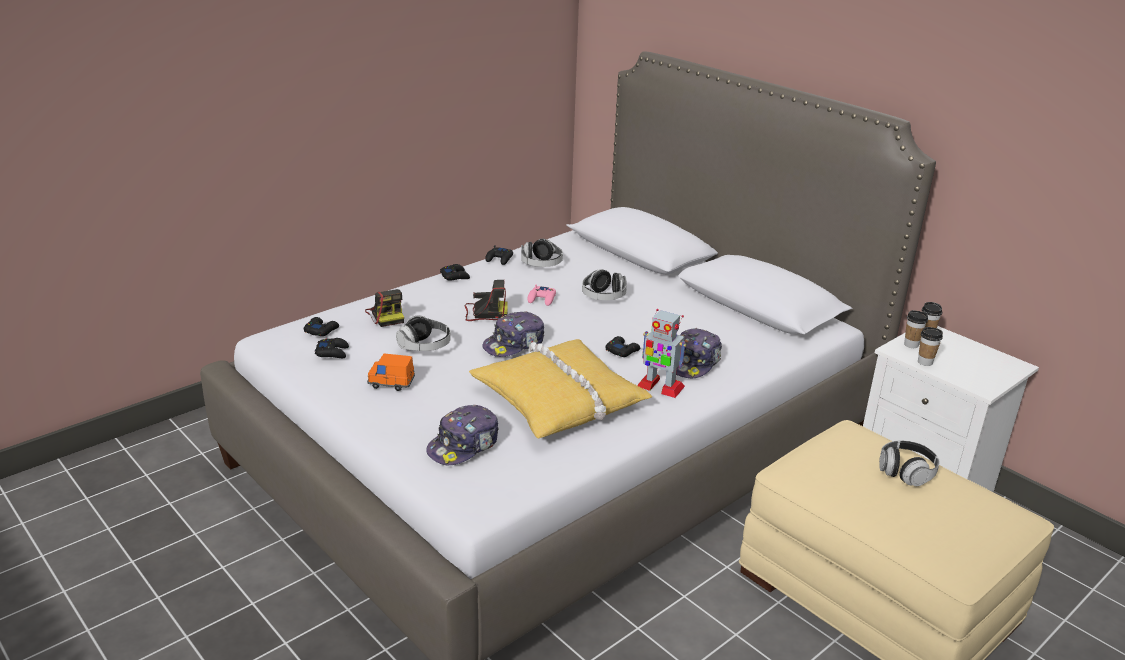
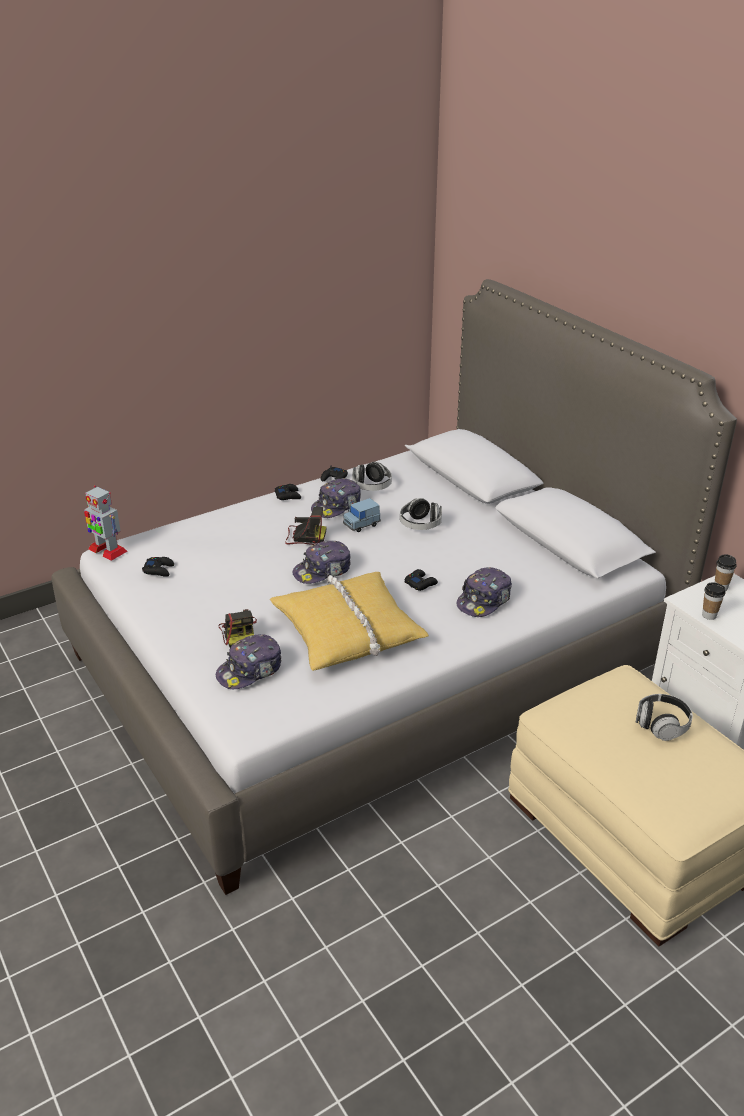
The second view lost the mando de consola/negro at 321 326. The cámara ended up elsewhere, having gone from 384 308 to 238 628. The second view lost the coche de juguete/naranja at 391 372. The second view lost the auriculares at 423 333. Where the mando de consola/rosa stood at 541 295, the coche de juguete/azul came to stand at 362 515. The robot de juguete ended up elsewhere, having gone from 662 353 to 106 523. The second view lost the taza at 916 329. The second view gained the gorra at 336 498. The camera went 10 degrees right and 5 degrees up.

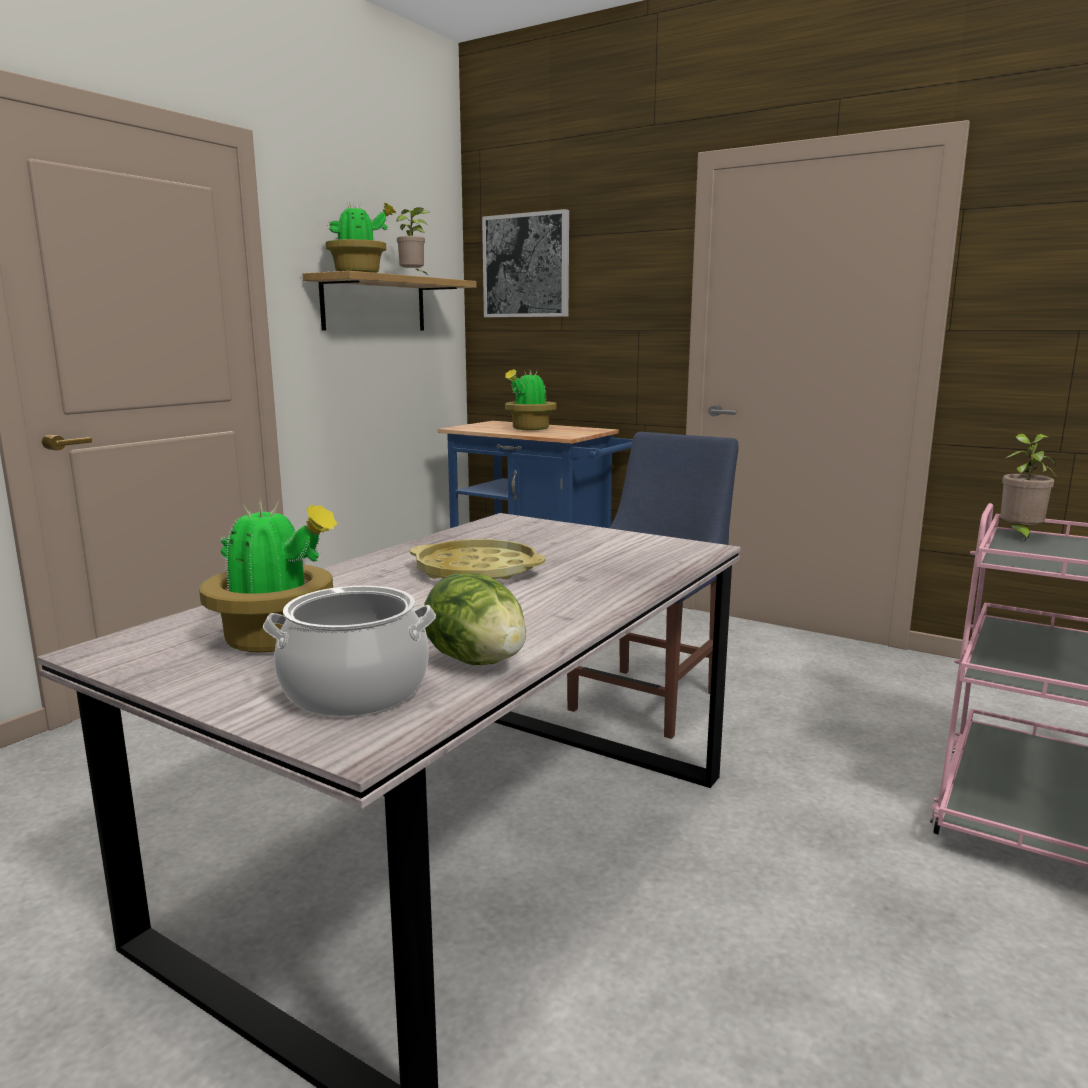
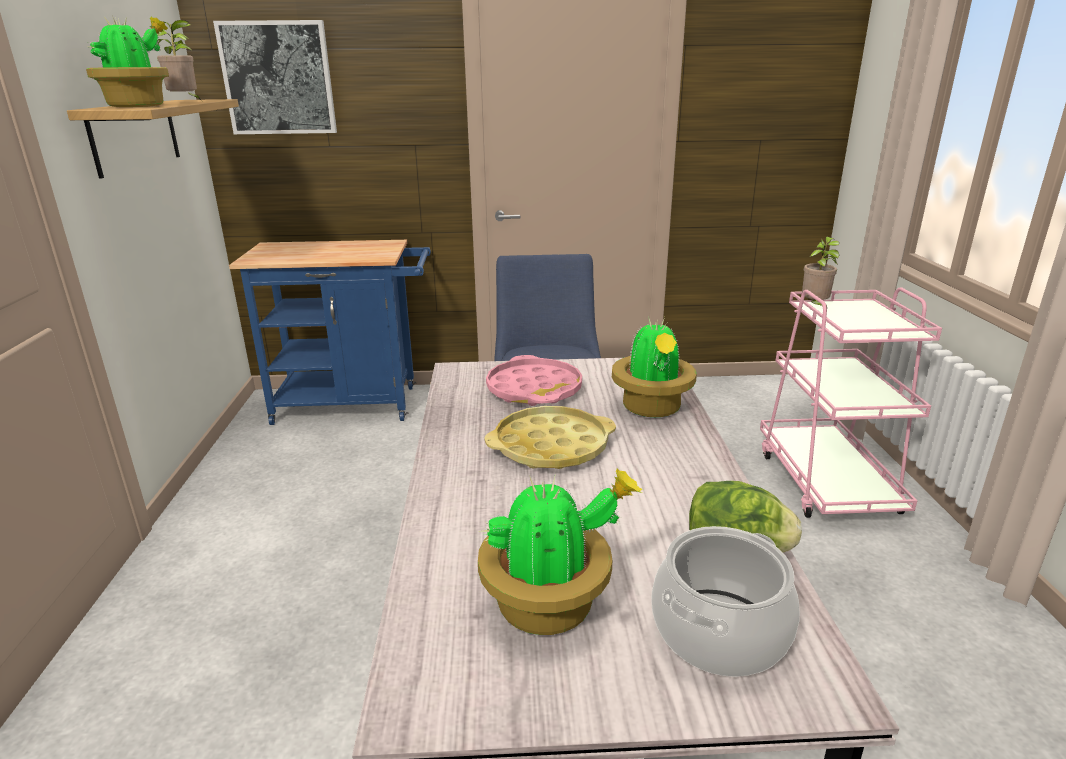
The planta en maceta ended up elsewhere, having gone from 531 399 to 654 366. The second view gained the bandeja/rosa at 534 380. The camera went 35 degrees left and 10 degrees up.

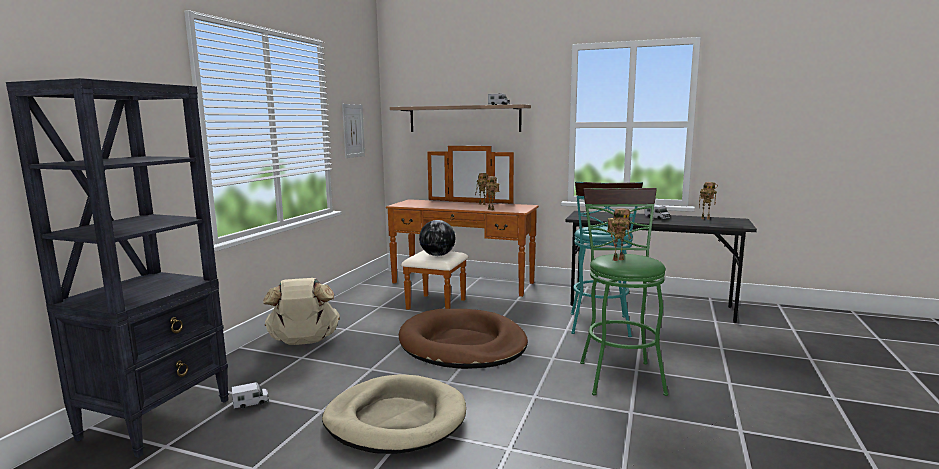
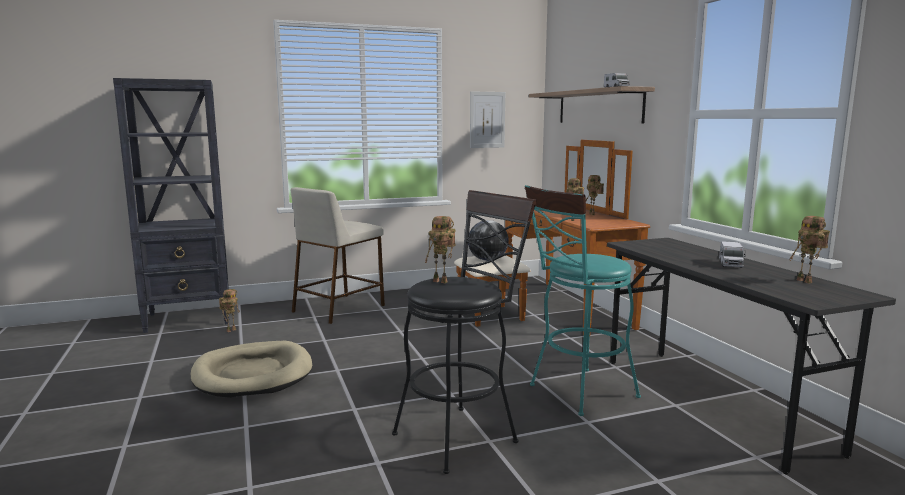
Where the camión de juguete stood at 250 395, the robot de juguete came to stand at 229 310. Where the mochila/beis stood at 301 311, the taburete/beis came to stand at 338 255. The second view lost the cama para perro/marrón at 463 339. What was the taburete/verde at 624 292 turned into the taburete/negro at 464 332. The camera went 50 degrees right and 0 degrees up.

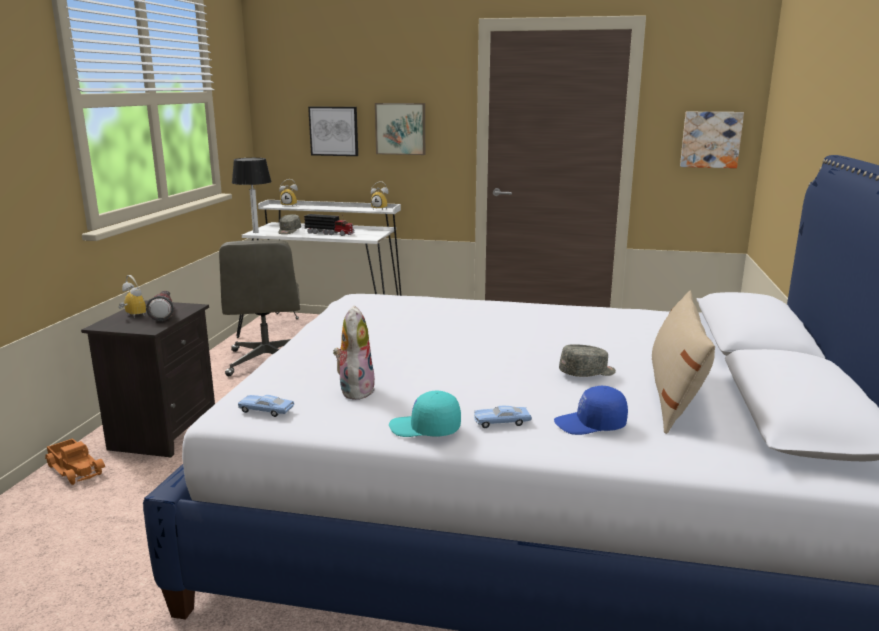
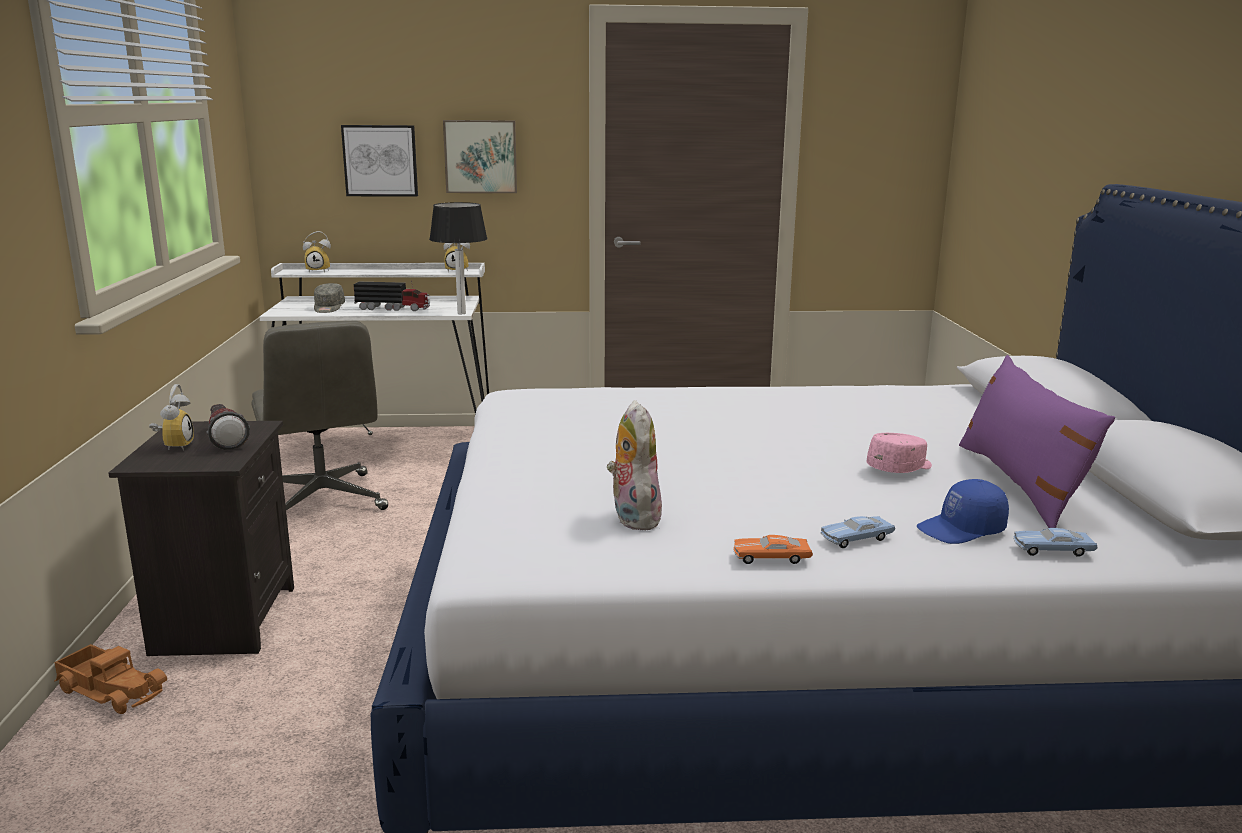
The despertador at 132 296 ended up facing another way, 60 degrees clockwise from before. The lámpara de mesa ended up elsewhere, having gone from 252 195 to 458 258. The coche de juguete/azul ended up elsewhere, having gone from 266 406 to 1055 542. Where the gorra/turquesa stood at 425 414, the coche de juguete/naranja came to stand at 773 549. What was the gorra/gris at 587 360 turned into the gorra/rosa at 899 453. What was the cojín/beis at 683 362 turned into the cojín/morado at 1037 441. The second view lost the cuadro at 712 140. The camera went 15 degrees left and 0 degrees up.

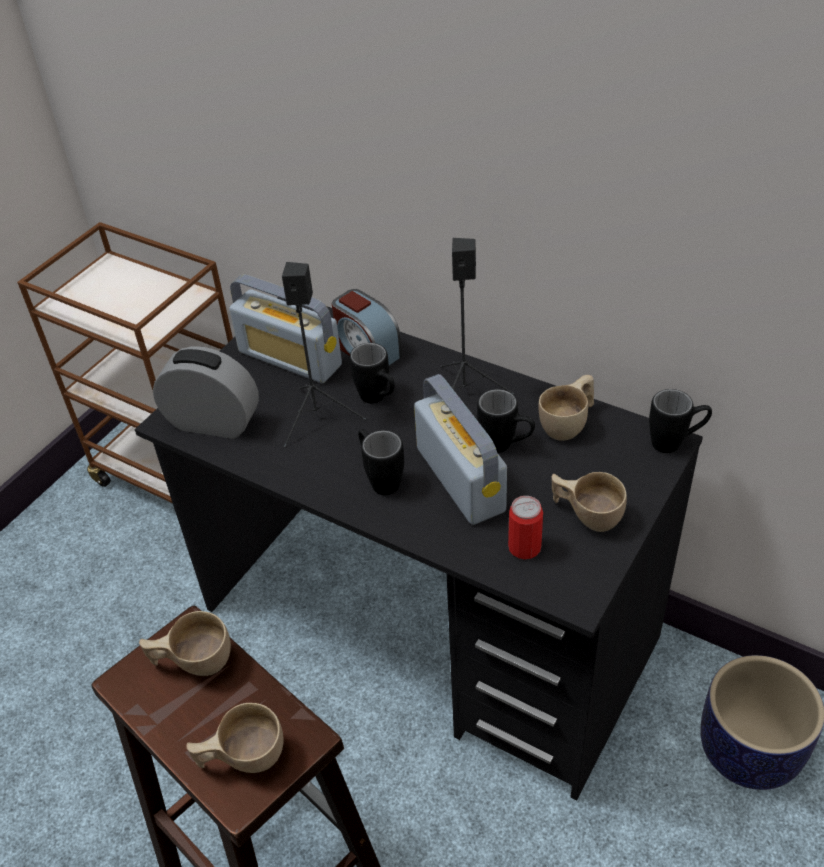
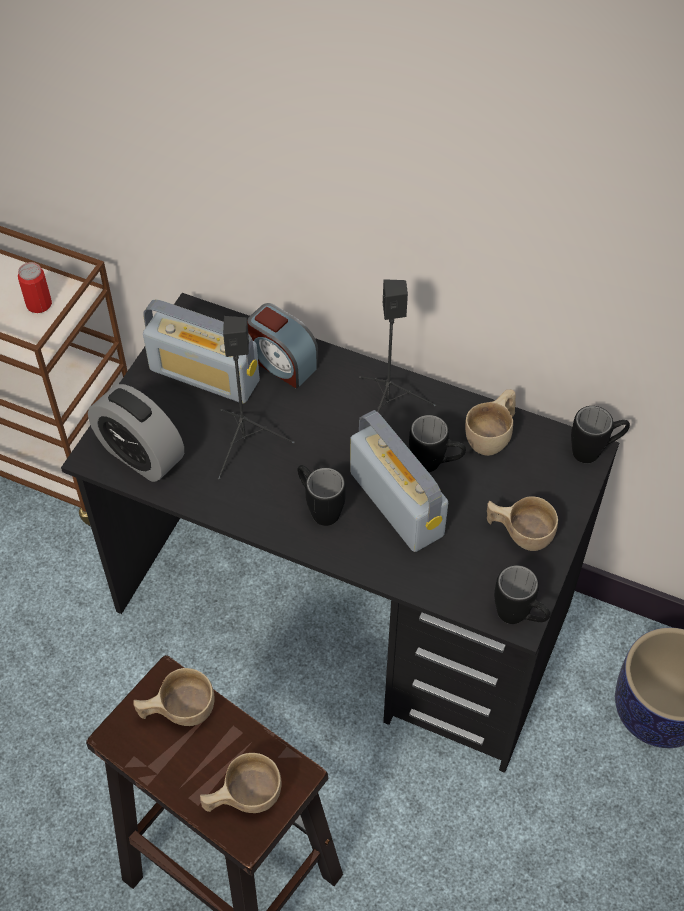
The despertador at 206 392 ended up facing another way, 150 degrees counterclockwise from before. The taza grande/negro ended up elsewhere, having gone from 372 373 to 522 594. The lata ended up elsewhere, having gone from 525 527 to 35 287. The camera went 10 degrees left and 10 degrees up.

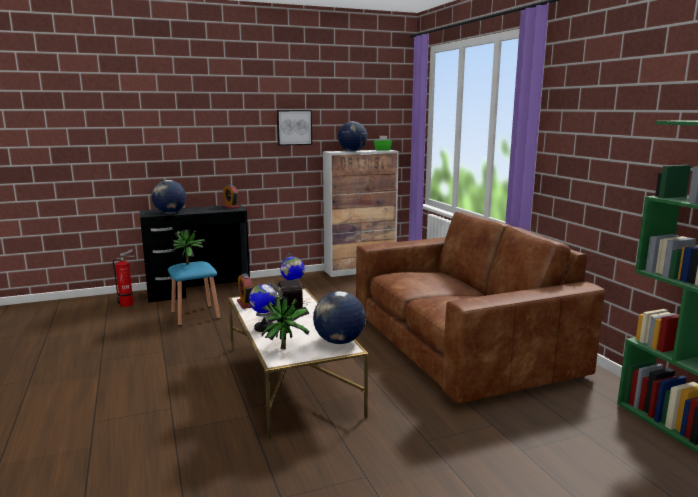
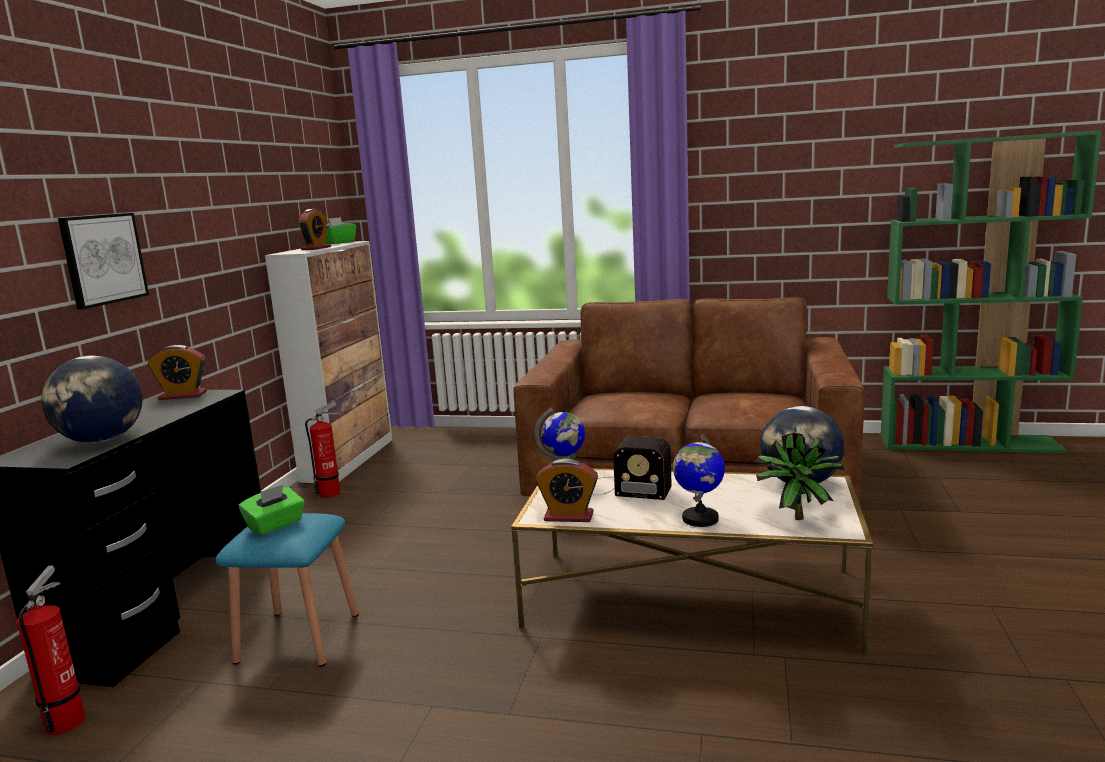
Where the planta en maceta stood at 188 246, the caja de pañuelos/verde came to stand at 271 510. The cuadro ended up elsewhere, having gone from 294 128 to 103 261. Where the globo terráqueo stood at 352 136, the despertador came to stand at 314 229. The second view gained the extintor at 322 450. The camera went 55 degrees left and 0 degrees up.

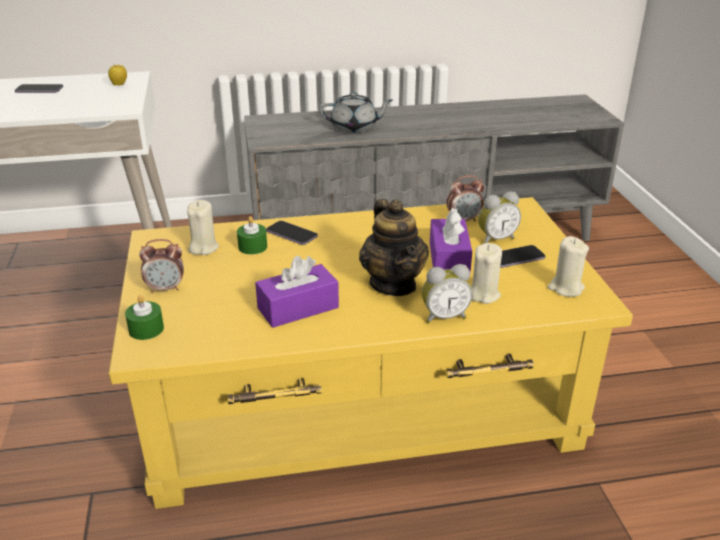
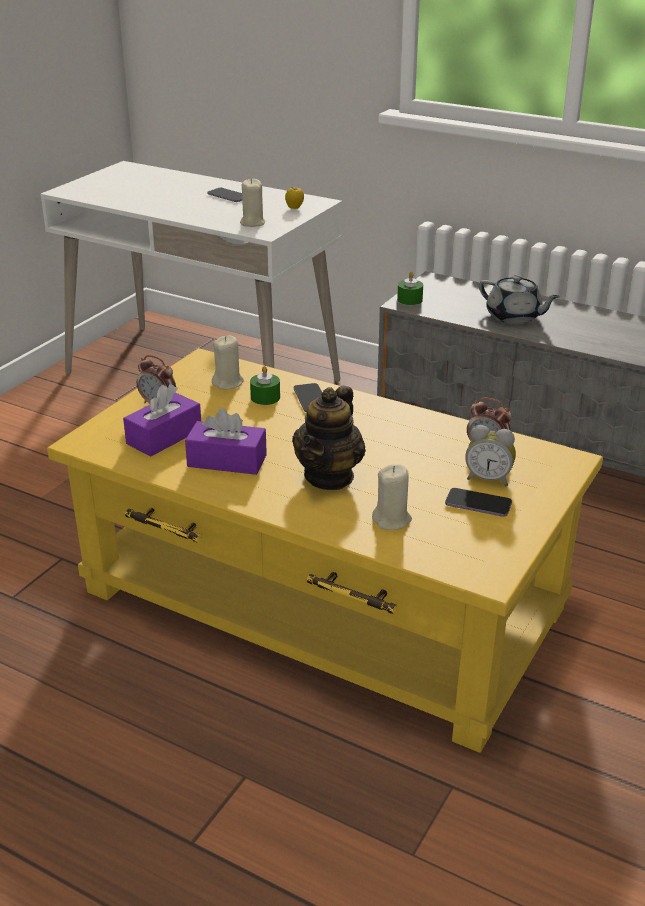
The vela/verde ended up elsewhere, having gone from 144 317 to 410 288. The second view lost the despertador at 447 294. The caja de pañuelos/morado ended up elsewhere, having gone from 451 240 to 162 420. The vela/beis ended up elsewhere, having gone from 568 266 to 252 203. The camera went 40 degrees right and 0 degrees up.

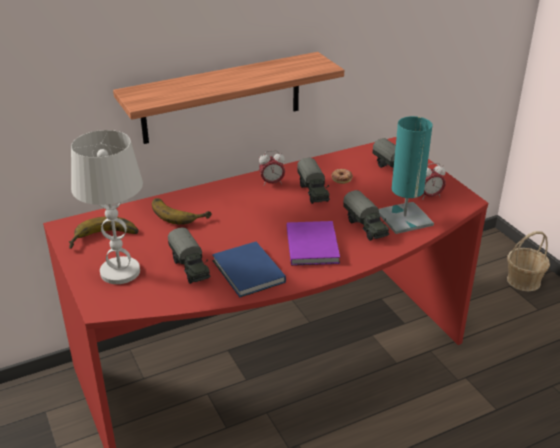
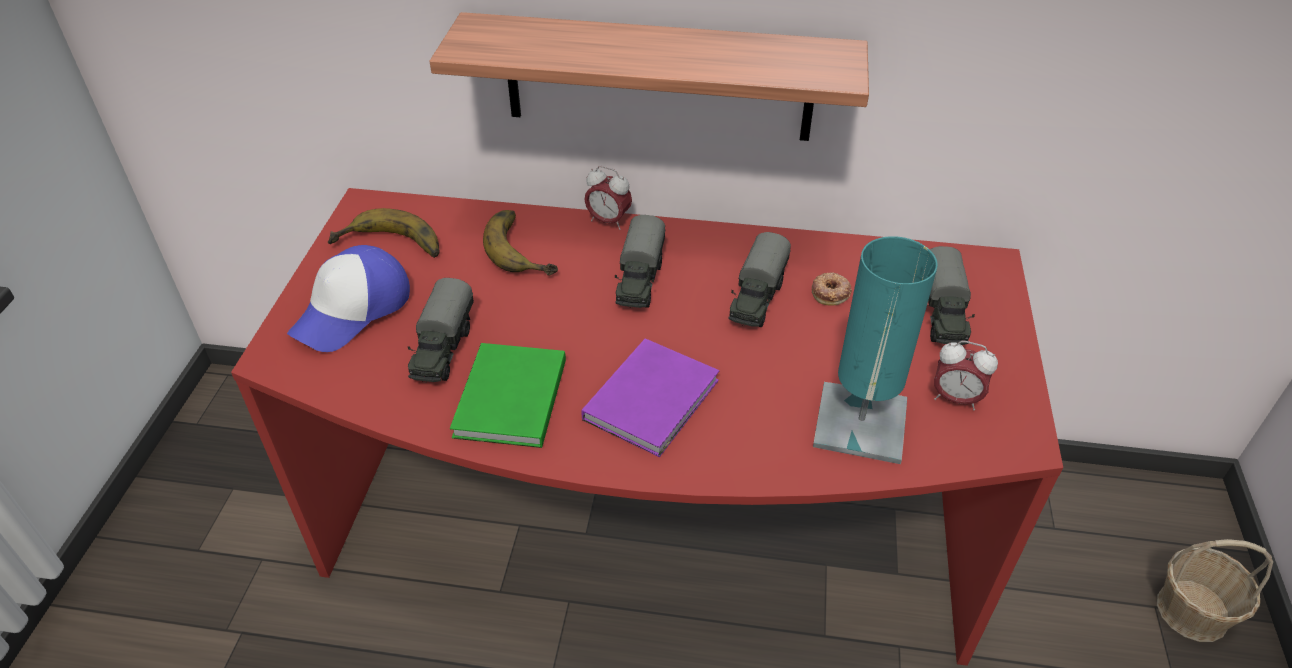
Where the lámpara de mesa/blanco stood at 107 207, the gorra came to stand at 348 298. What was the libro/azul at 249 269 turned into the libro/verde at 508 395. The despertador ended up elsewhere, having gone from 272 168 to 608 198. The camión de juguete ended up elsewhere, having gone from 366 215 to 640 261. The camera went 35 degrees right and 10 degrees up.

